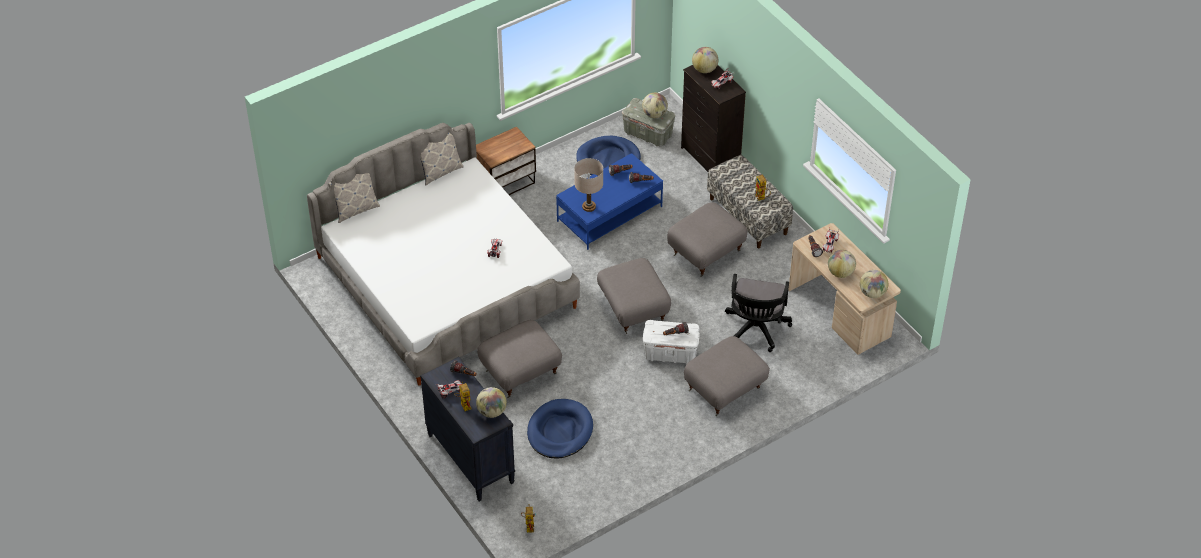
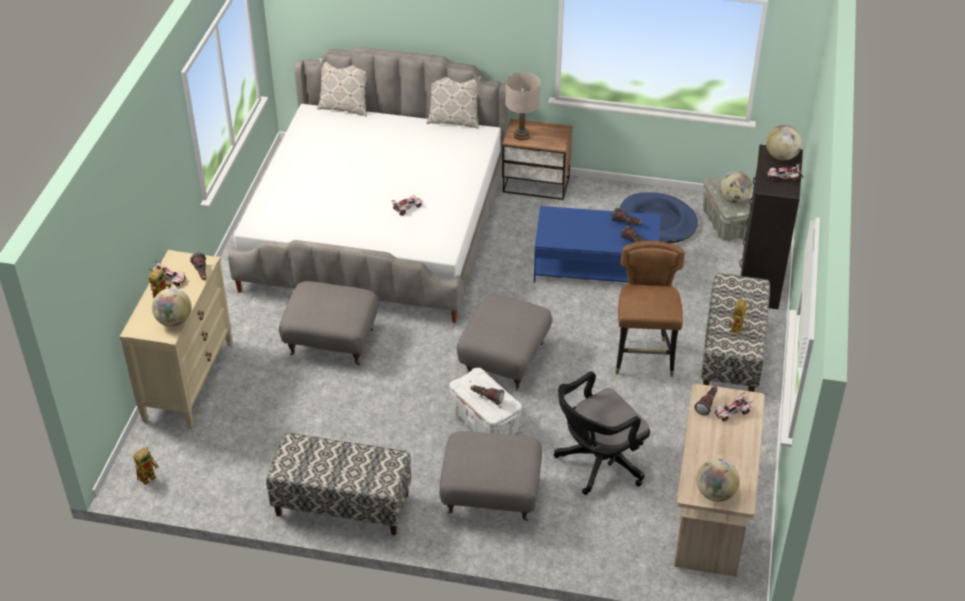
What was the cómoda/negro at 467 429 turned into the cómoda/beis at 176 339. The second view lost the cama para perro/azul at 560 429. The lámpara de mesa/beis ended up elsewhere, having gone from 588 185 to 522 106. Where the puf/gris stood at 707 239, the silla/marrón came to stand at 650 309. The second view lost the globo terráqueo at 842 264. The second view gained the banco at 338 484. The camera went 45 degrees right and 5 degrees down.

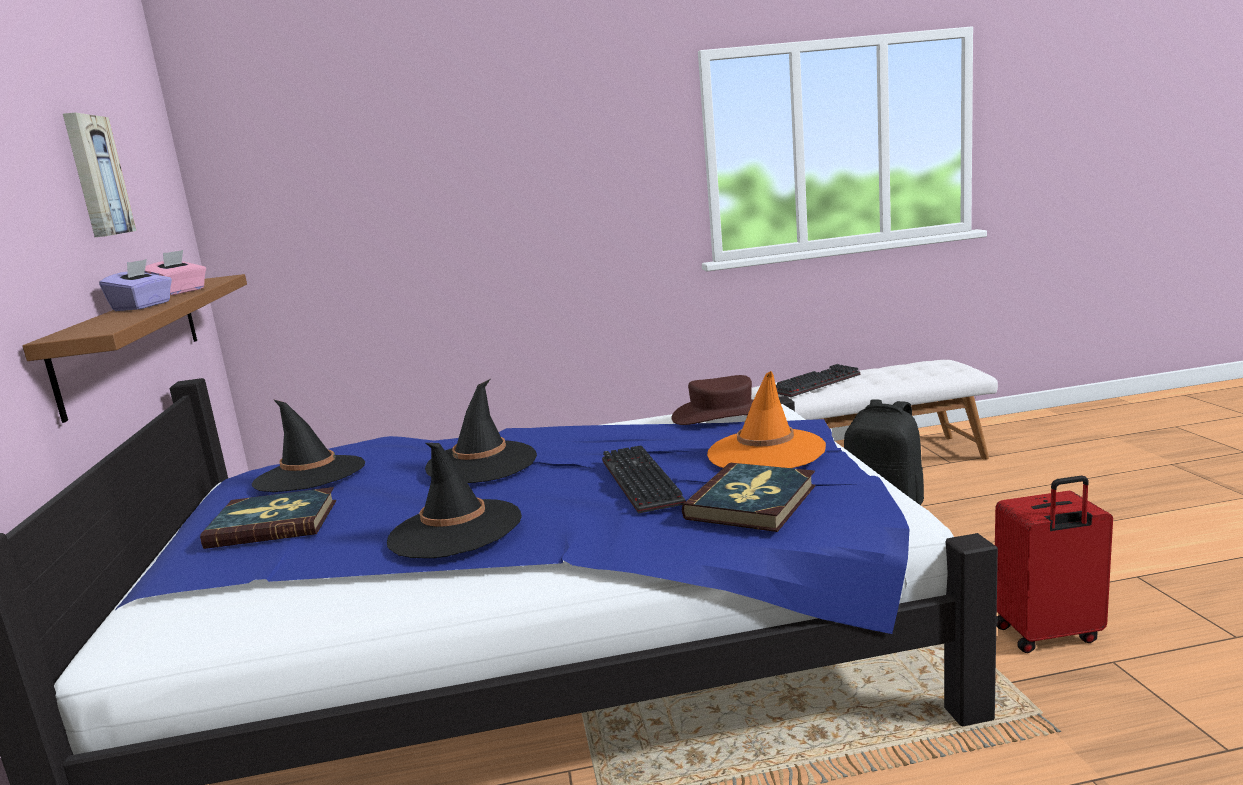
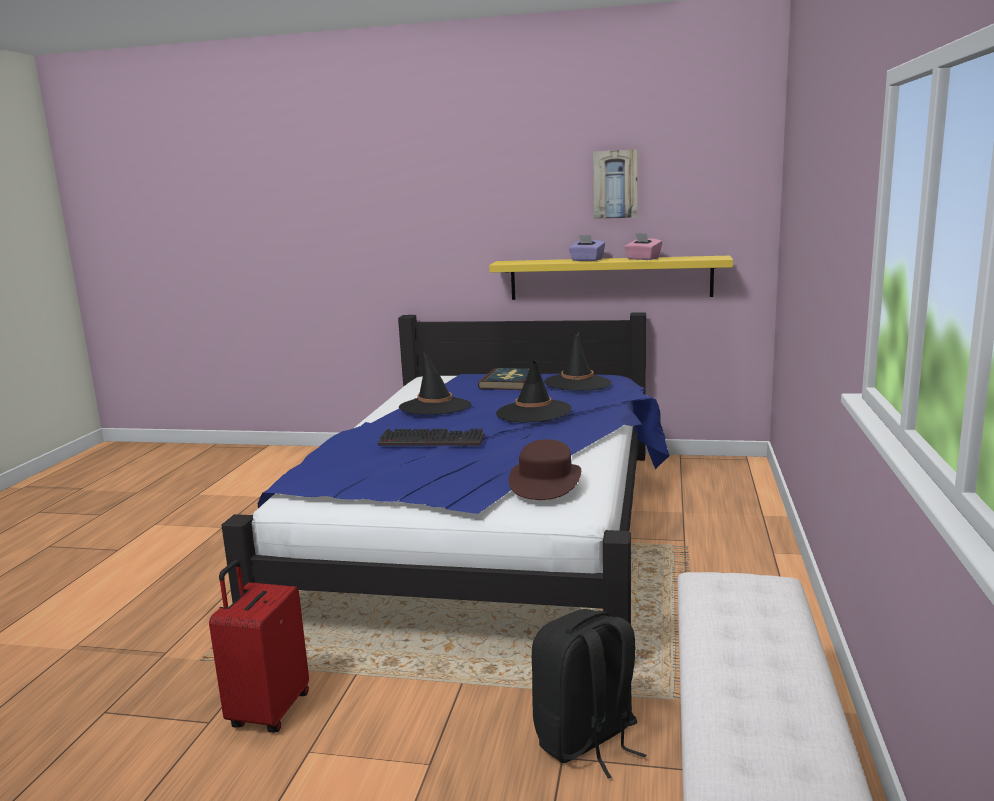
What was the estante/marrón at 134 348 turned into the estante/amarillo at 611 278. The second view lost the libro at 748 497. The second view lost the sombrero/naranja at 766 419. The second view lost the teclado at 818 380. The camera went 110 degrees right and 0 degrees up.

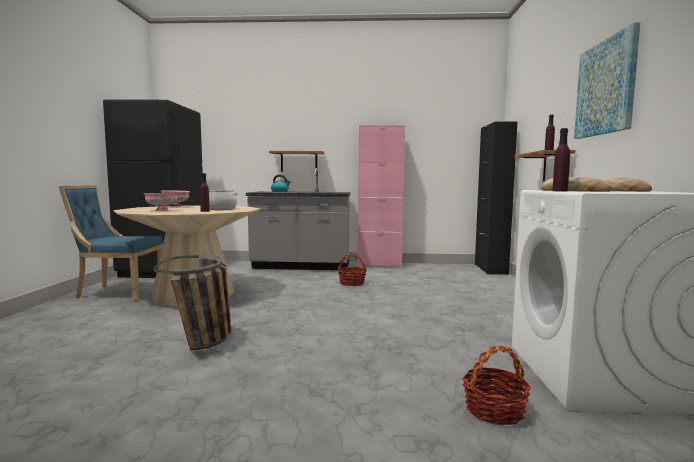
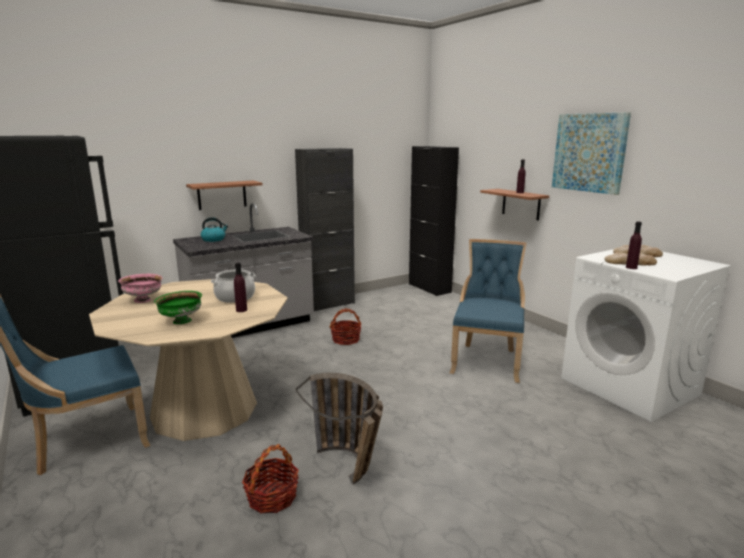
What was the cuenco/rosa at 160 201 turned into the cuenco/verde at 178 307. What was the armario/rosa at 381 196 turned into the armario/negro at 325 229. The cesta ended up elsewhere, having gone from 496 385 to 270 478. The second view gained the silla/azul at 488 311. The camera went 35 degrees left and 10 degrees up.

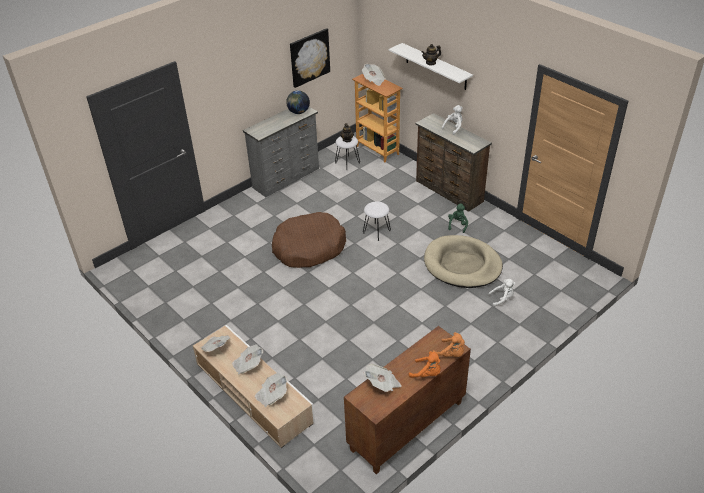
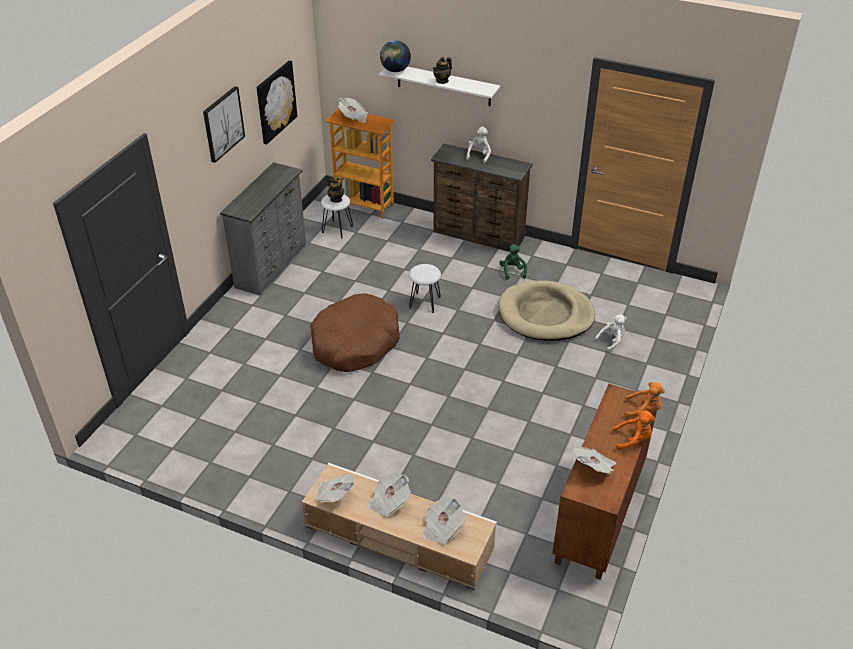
The globo terráqueo ended up elsewhere, having gone from 298 102 to 395 56. The second view gained the cuadro at 224 124. The camera went 25 degrees left and 0 degrees up.

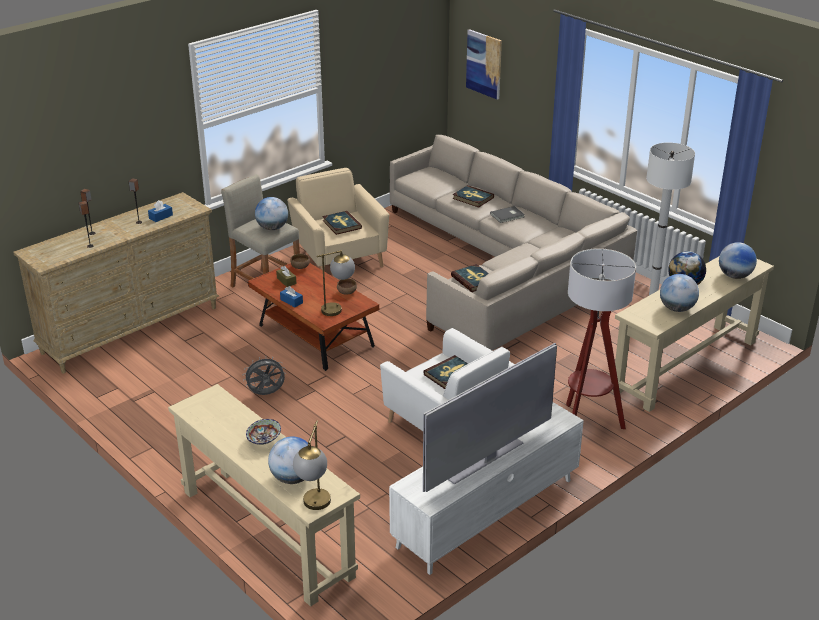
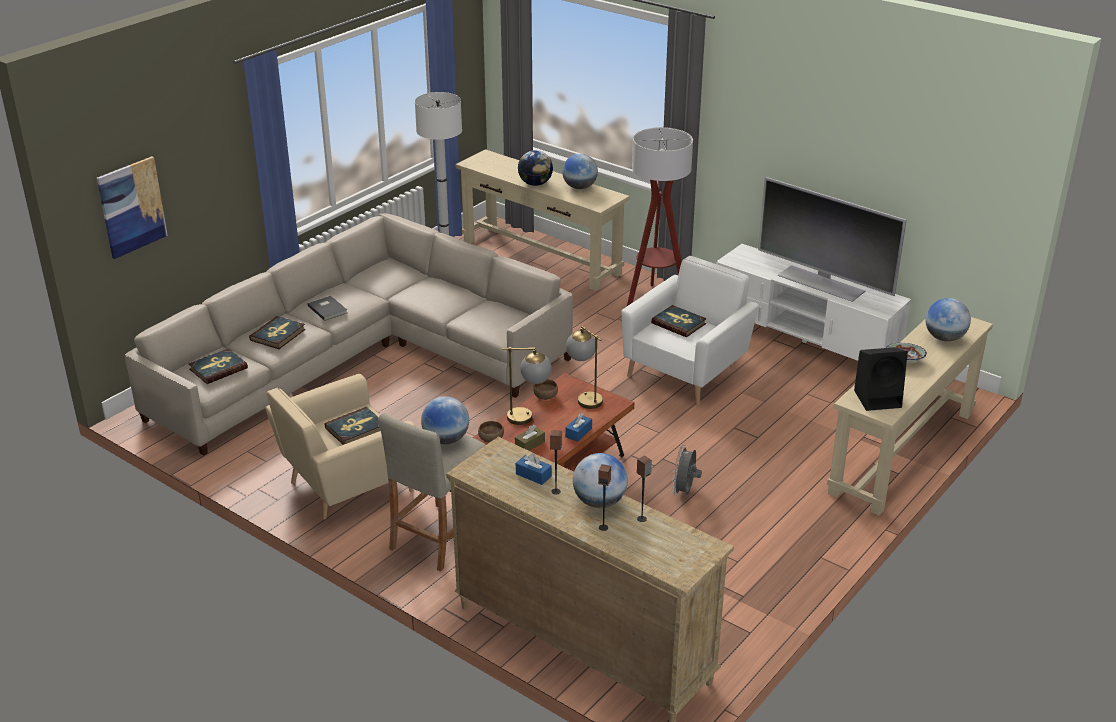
The ventilador/gris at 264 375 ended up facing another way, 45 degrees clockwise from before. The lámpara de mesa ended up elsewhere, having gone from 312 465 to 527 386. The libro ended up elsewhere, having gone from 470 278 to 218 366. The globo terráqueo ended up elsewhere, having gone from 738 260 to 600 480. The second view gained the altavoz/negro at 881 379. The camera went 100 degrees left and 0 degrees up.

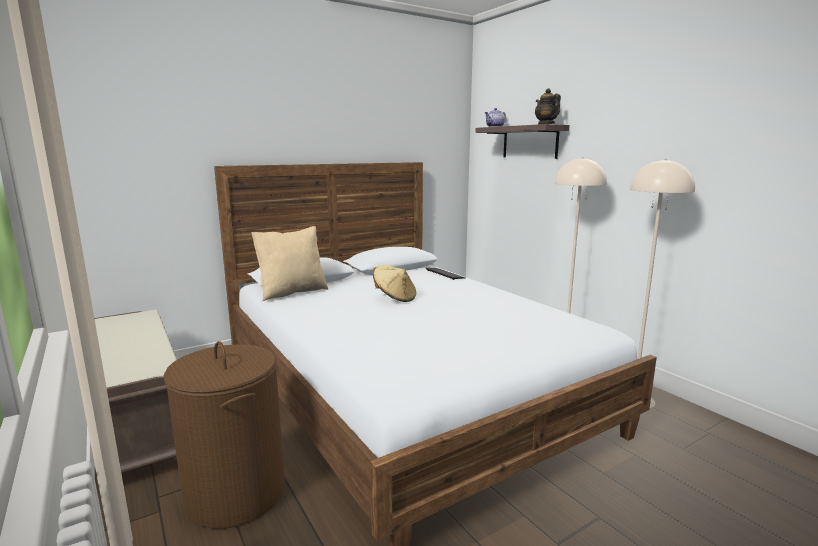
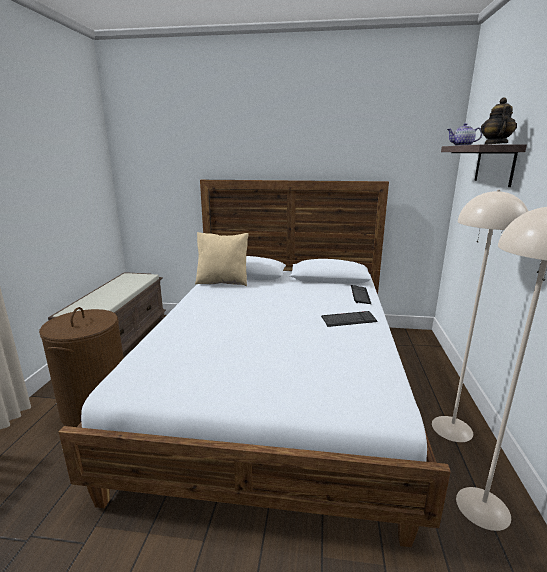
The second view lost the sombrero/beis at 394 283. The second view gained the teclado at 349 319. The camera went 40 degrees right and 5 degrees up.

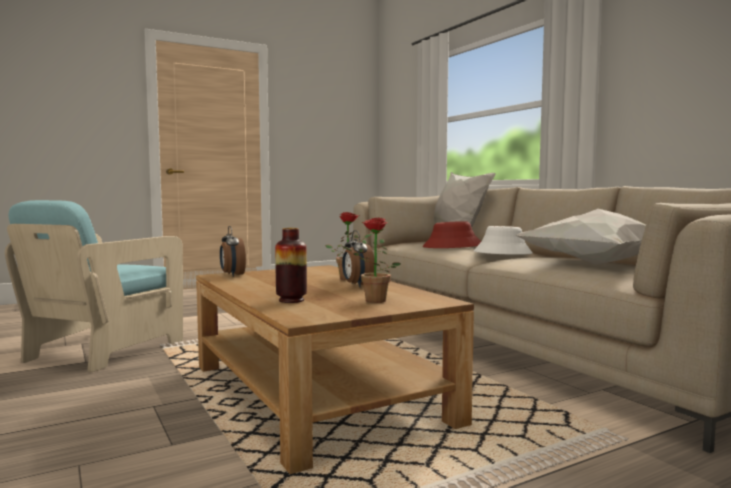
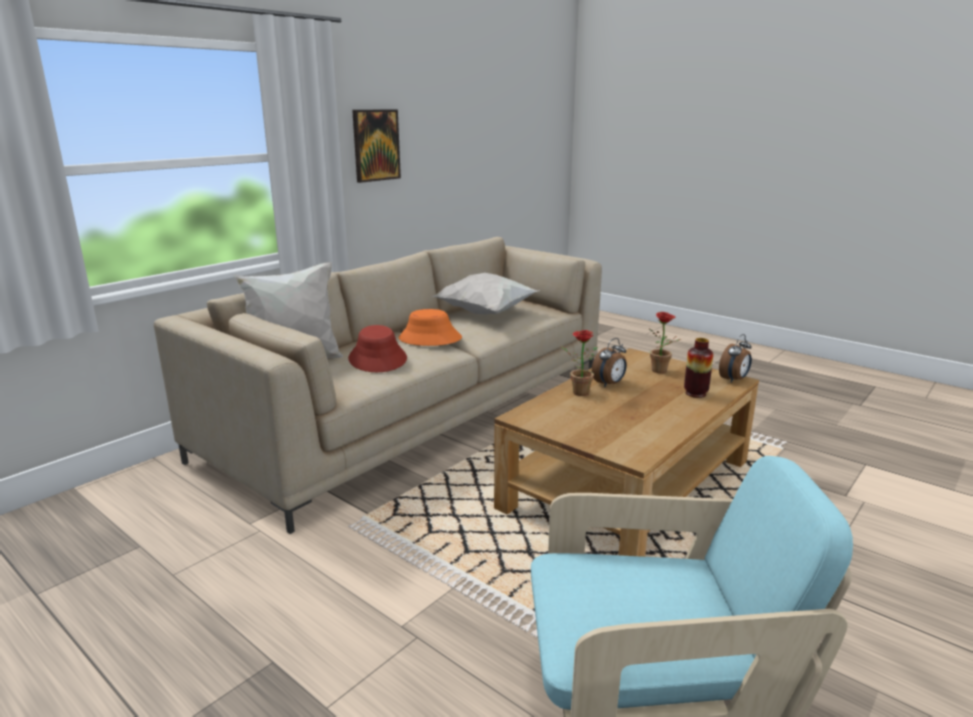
The despertador ended up elsewhere, having gone from 233 251 to 735 358. What was the sombrero/blanco at 503 240 turned into the sombrero/naranja at 430 327. The second view gained the cuadro at 376 146. The camera went 110 degrees left and 15 degrees up.

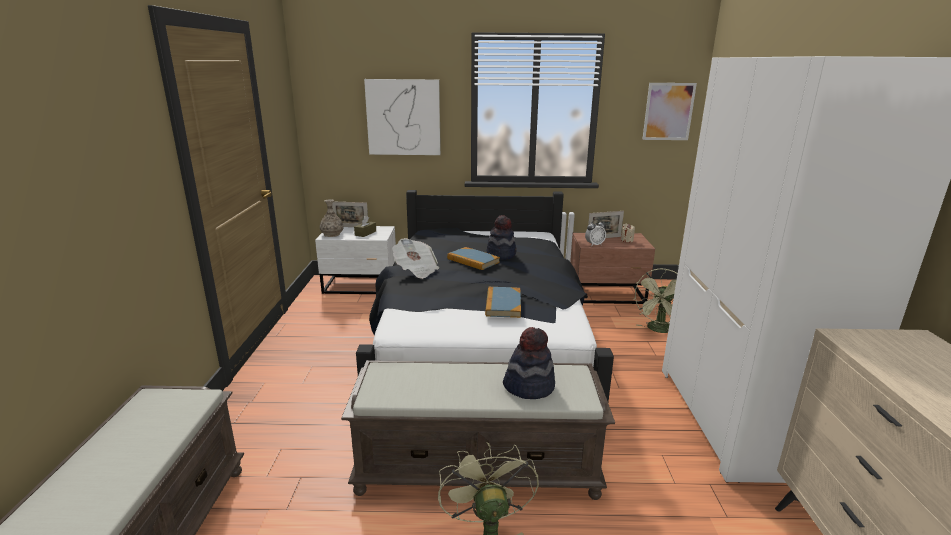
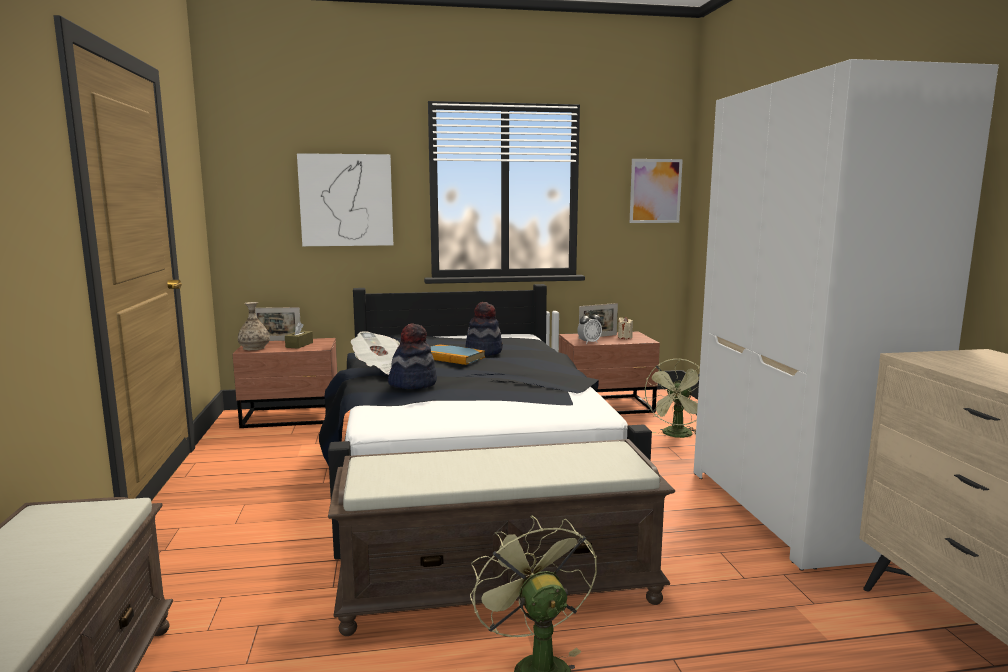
What was the mesita de noche/blanco at 355 260 turned into the mesita de noche/marrón at 284 383. The second view lost the libro at 503 302. The sombrero ended up elsewhere, having gone from 529 363 to 412 356. The camera went 10 degrees left and 10 degrees down.

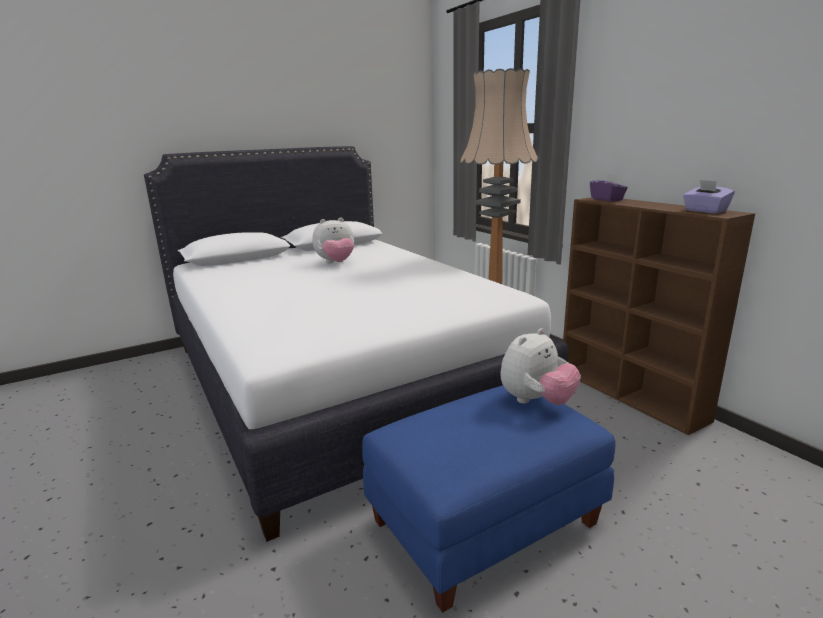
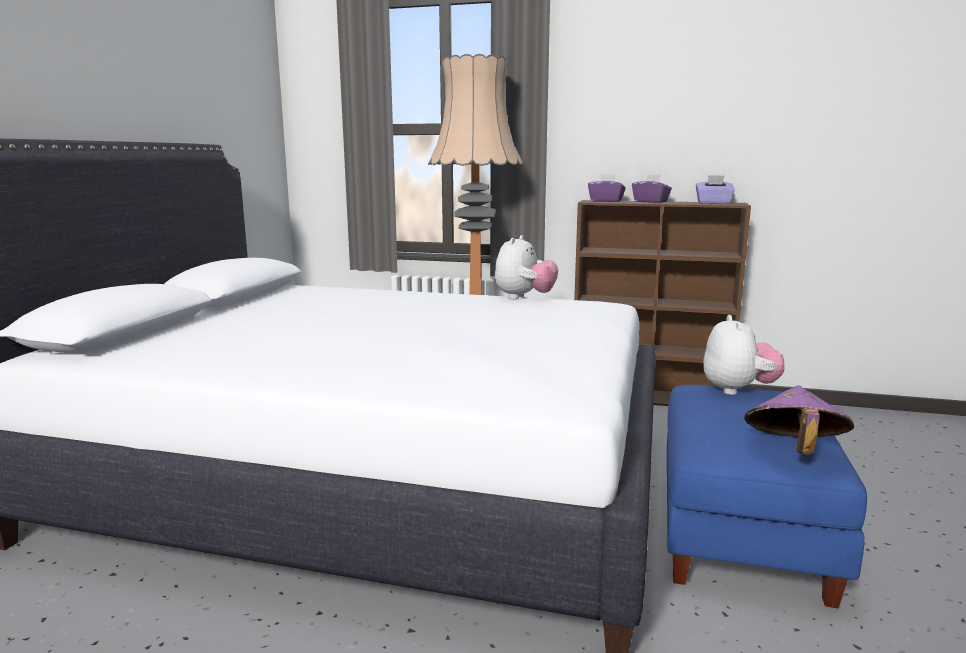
The peluche ended up elsewhere, having gone from 333 240 to 526 267. The second view gained the caja de pañuelos/morado at 652 189. The second view gained the sombrero/morado at 799 420. The camera went 45 degrees left and 5 degrees down.

